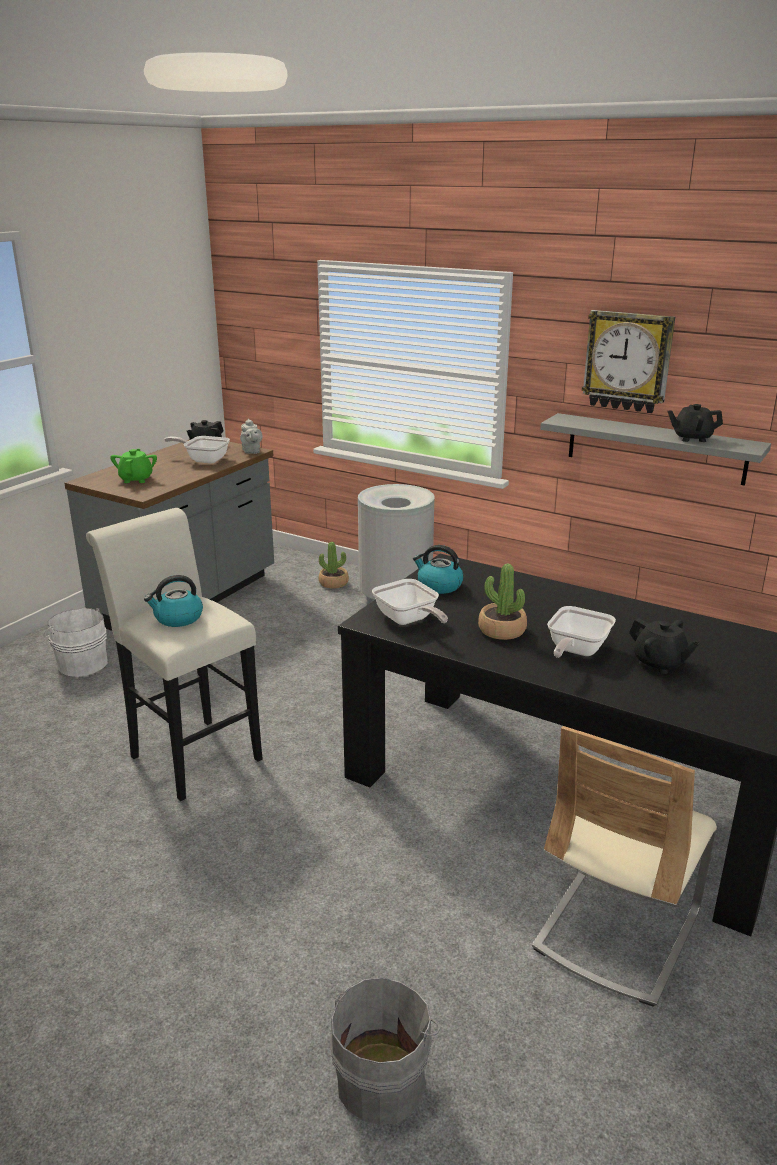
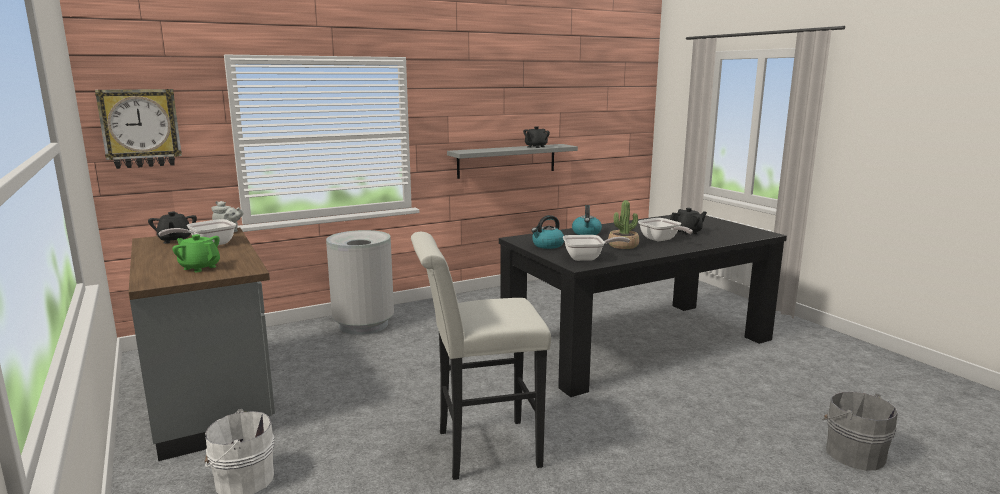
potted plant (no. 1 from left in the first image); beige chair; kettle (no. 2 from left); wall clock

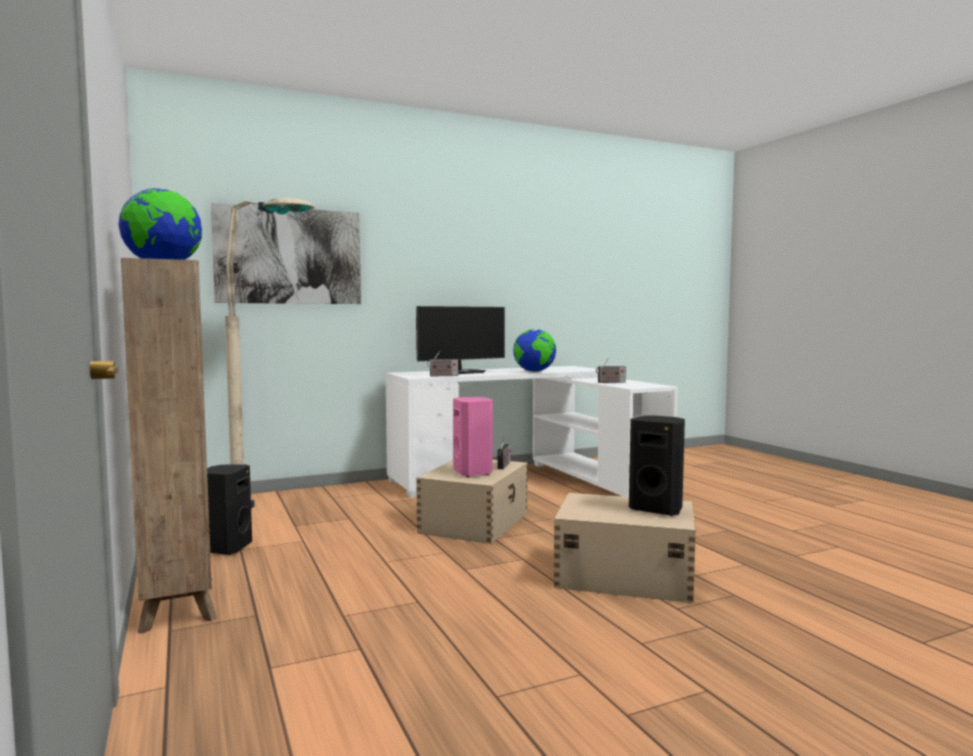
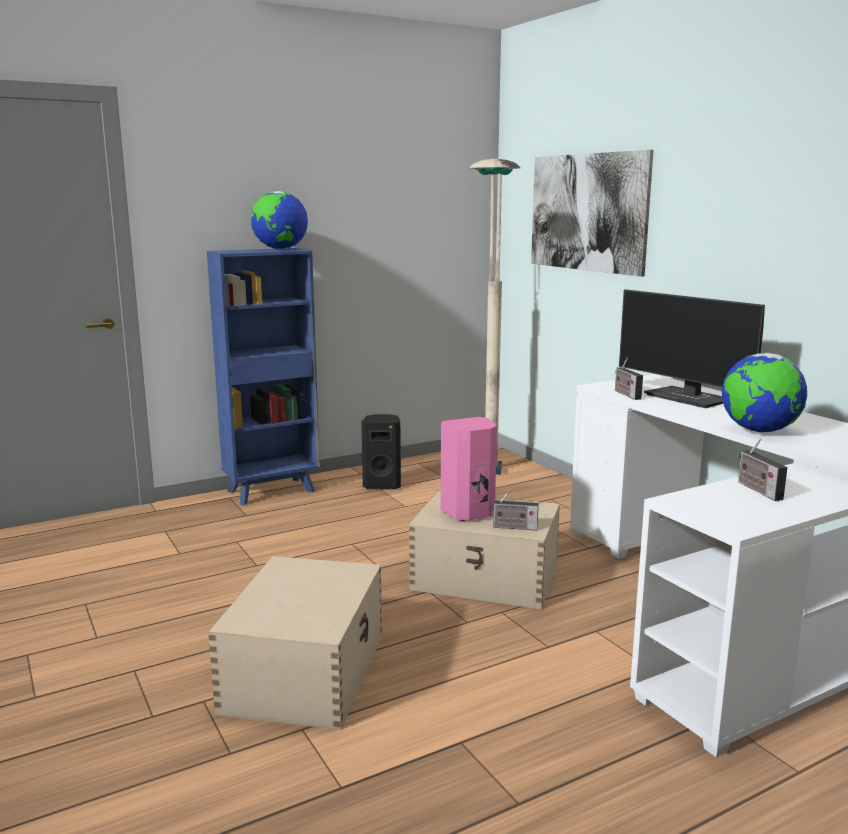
black speaker (no. 2 from left in the first image); blue bookcase

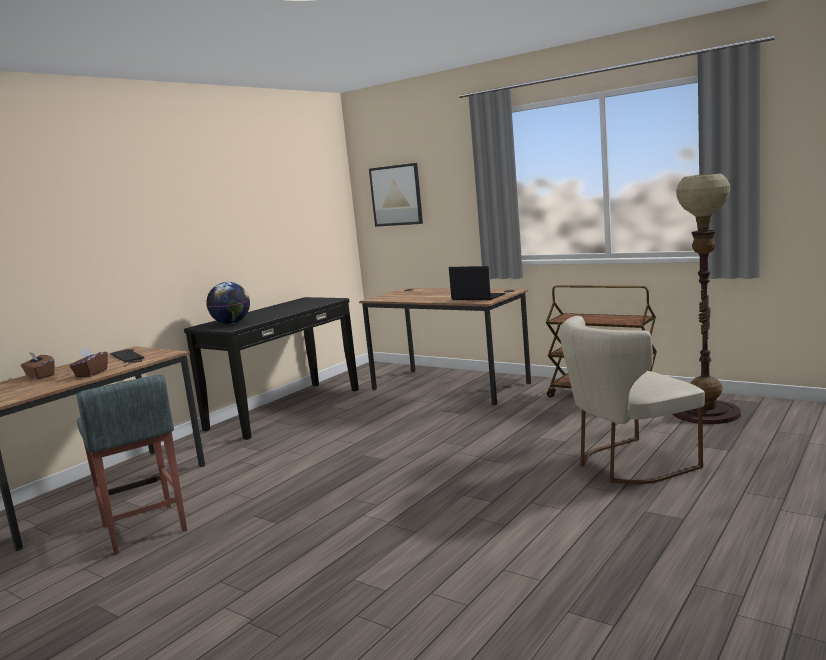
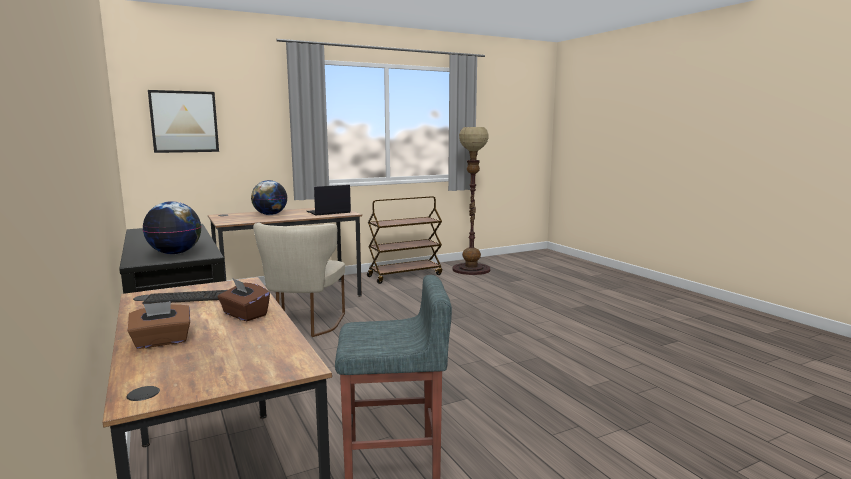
globe (no. 2 from left); beige chair

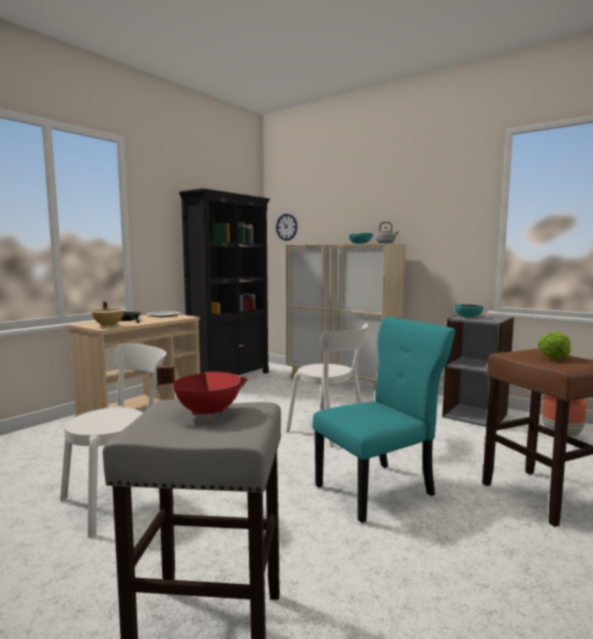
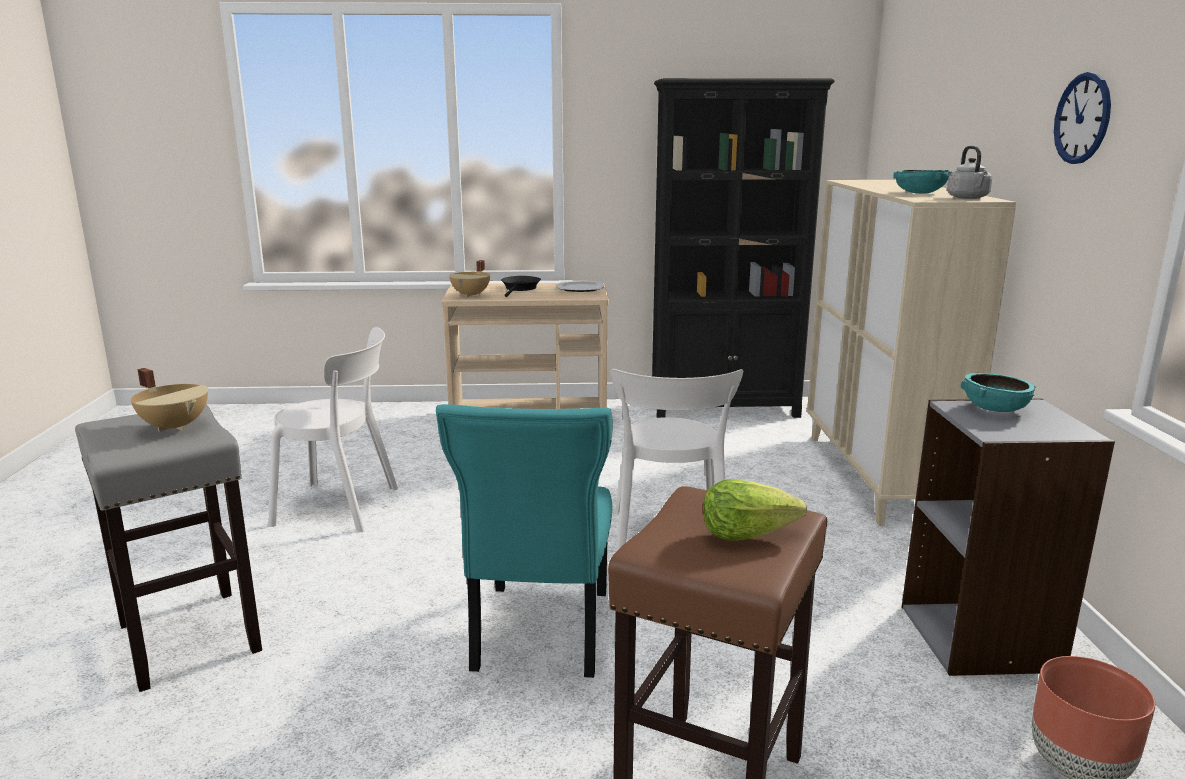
wall clock; beige cooking pot (no. 1 from left); turquoise chair

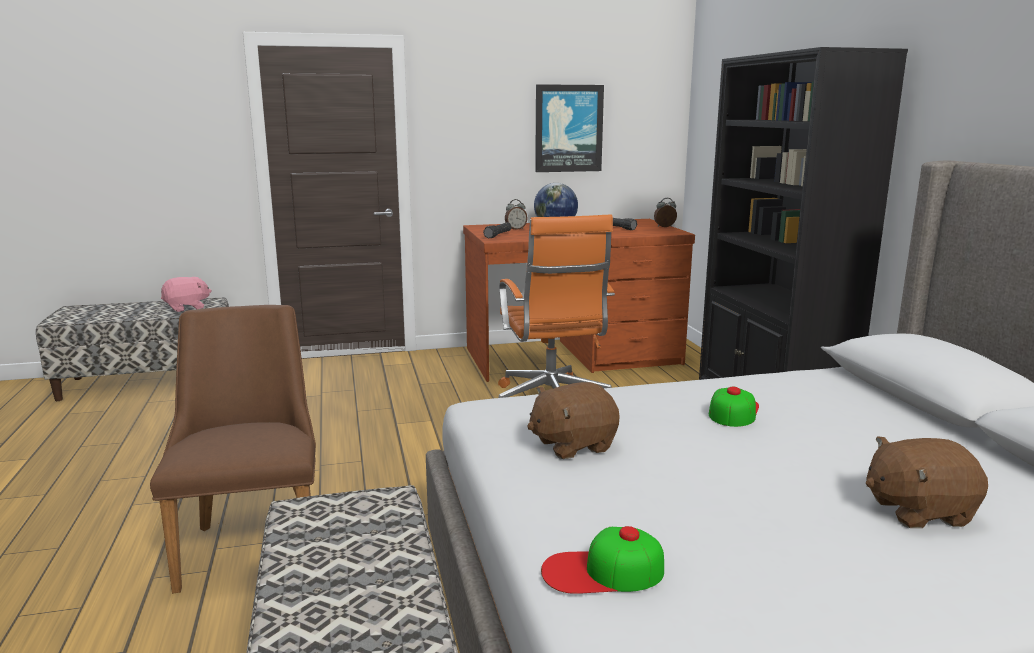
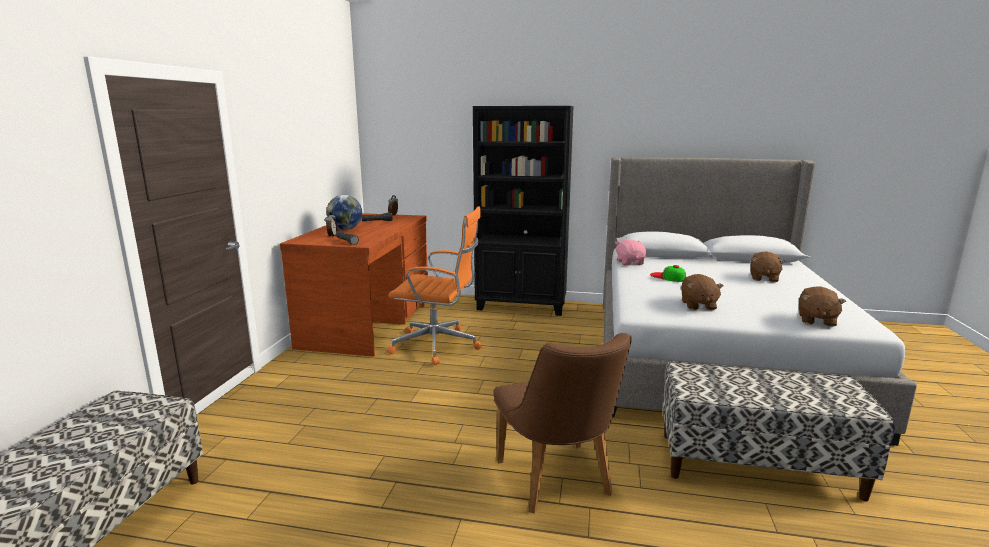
picture; pink plush toy; brown plush toy (no. 3 from left); brown chair

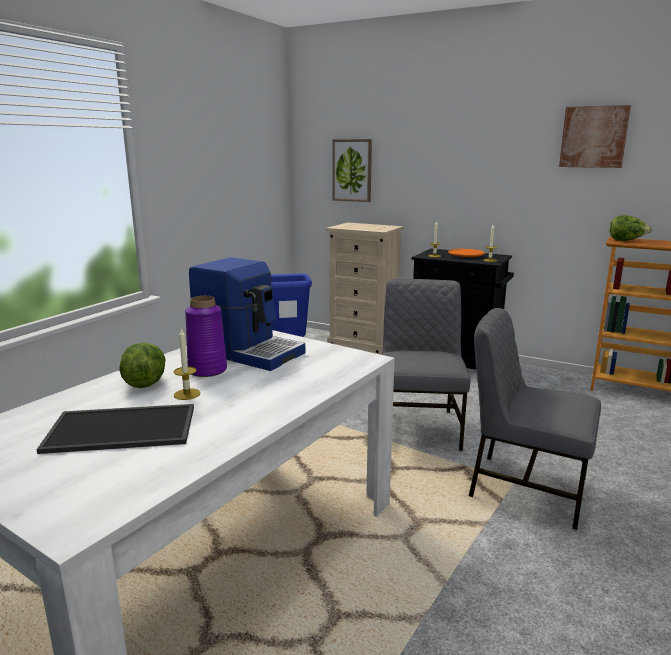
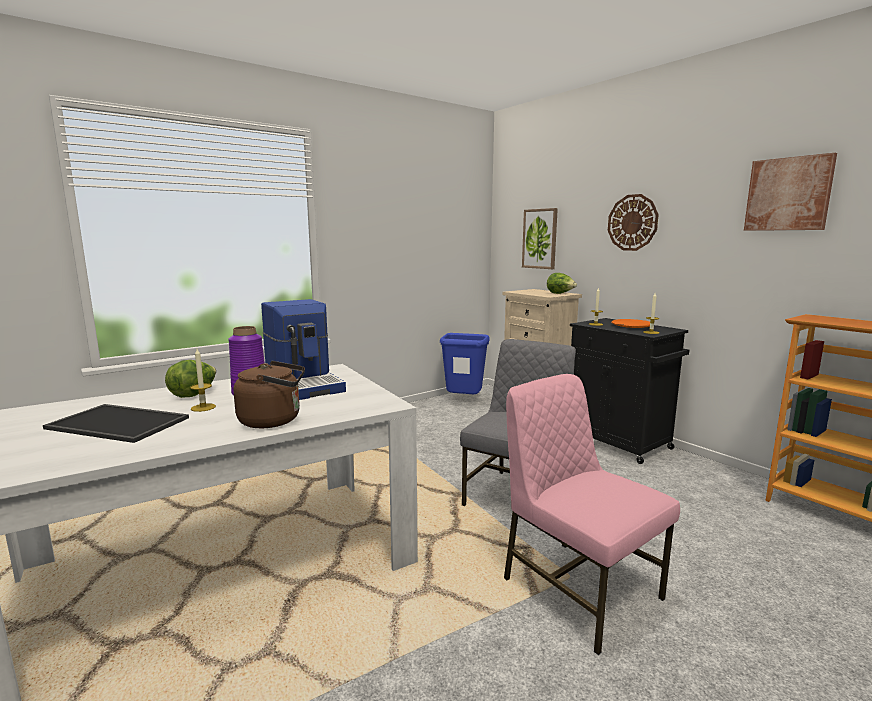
brown kettle; wall clock; lettuce (no. 2 from left); pink chair

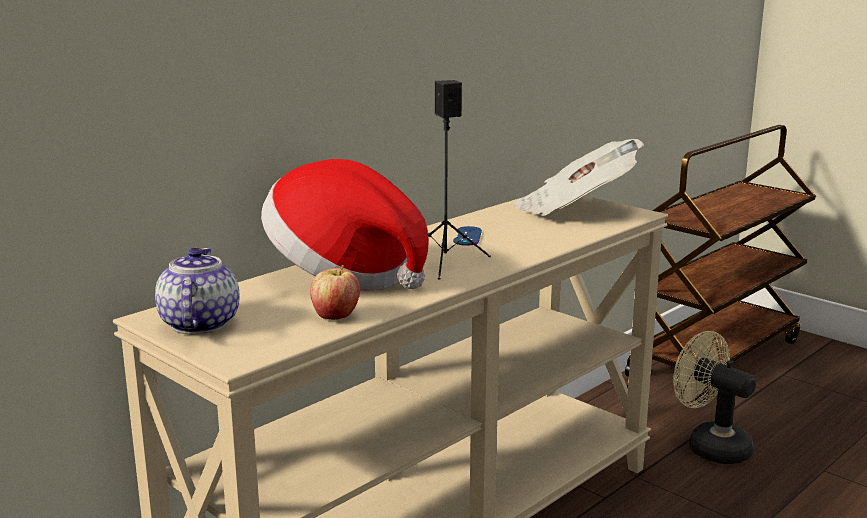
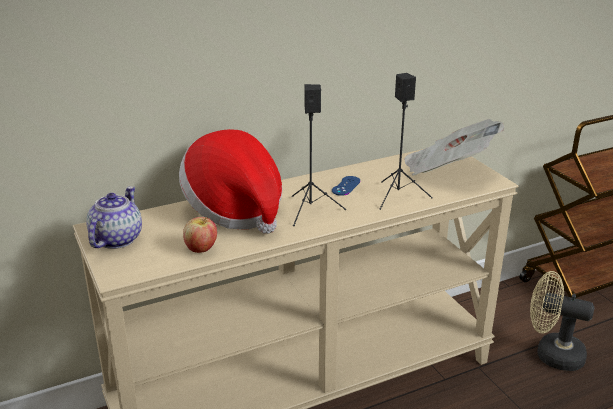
black speaker (no. 2 from left); beige fan

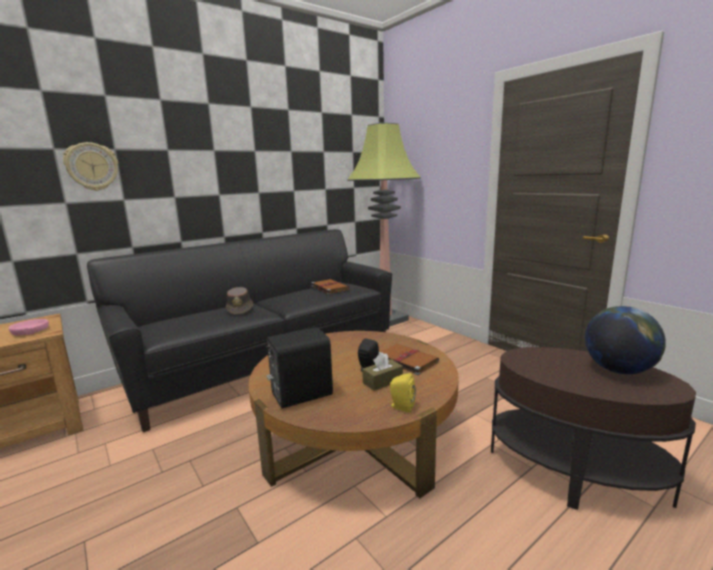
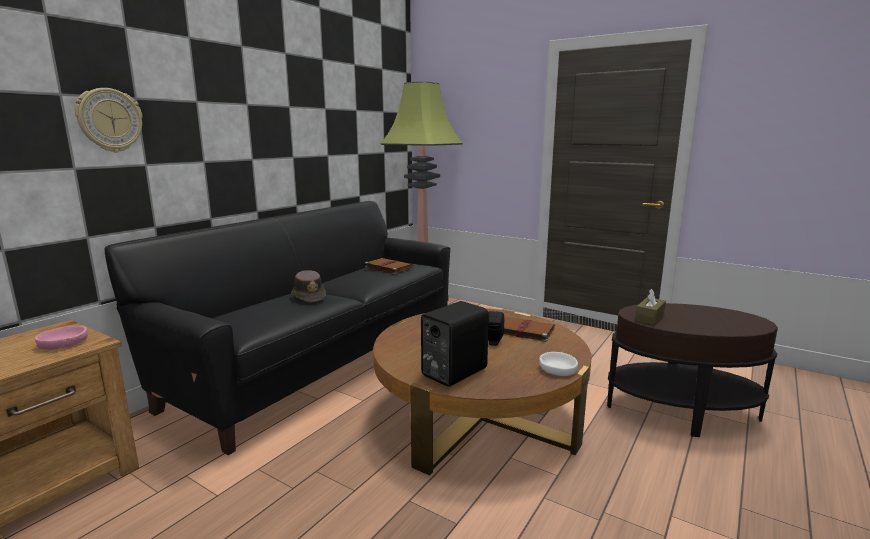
globe; brown tissue box; white bowl

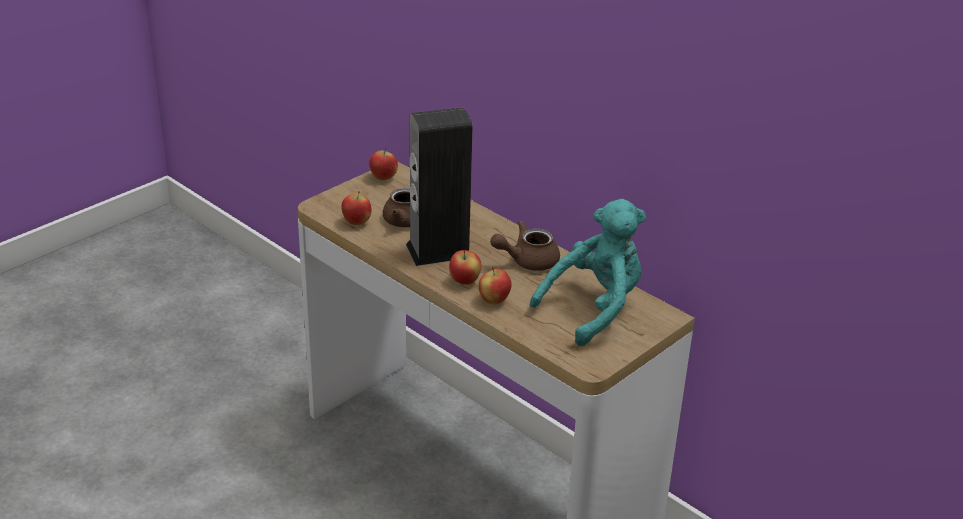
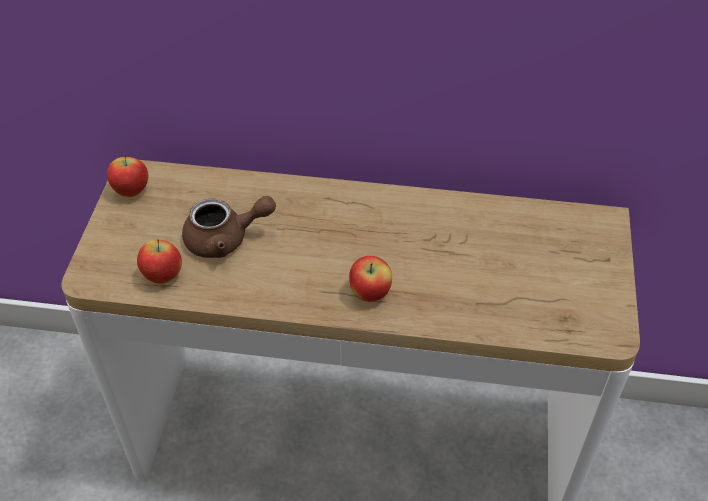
speaker; apple (no. 4 from left in the first image); brown teapot (no. 2 from left in the first image); turquoise plush toy

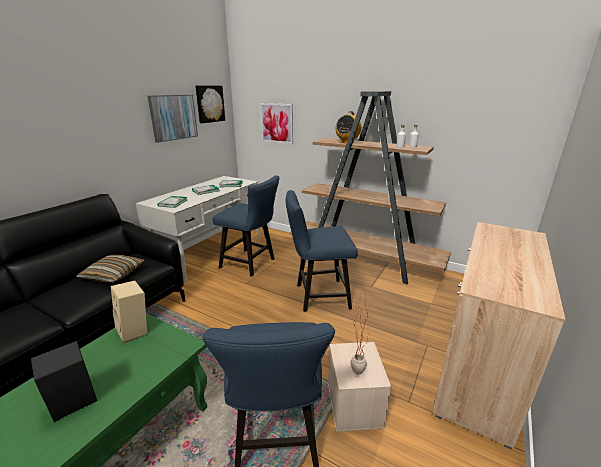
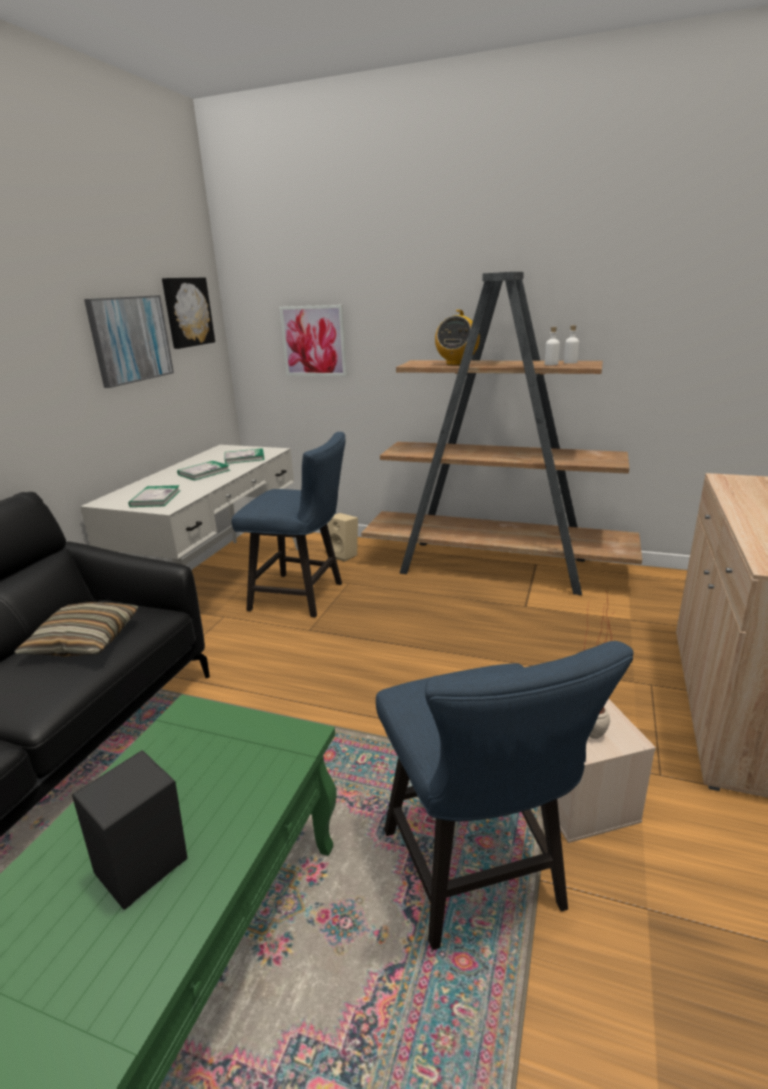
blue chair (no. 3 from left in the first image); beige speaker

